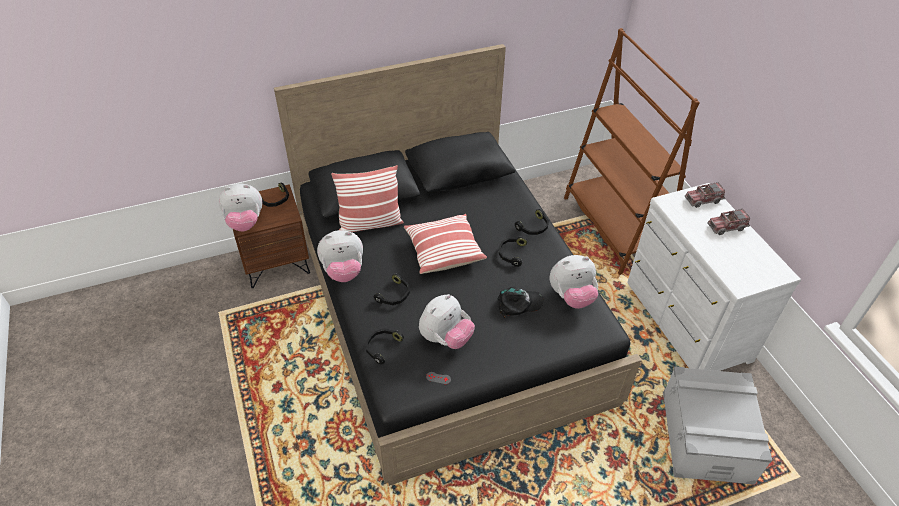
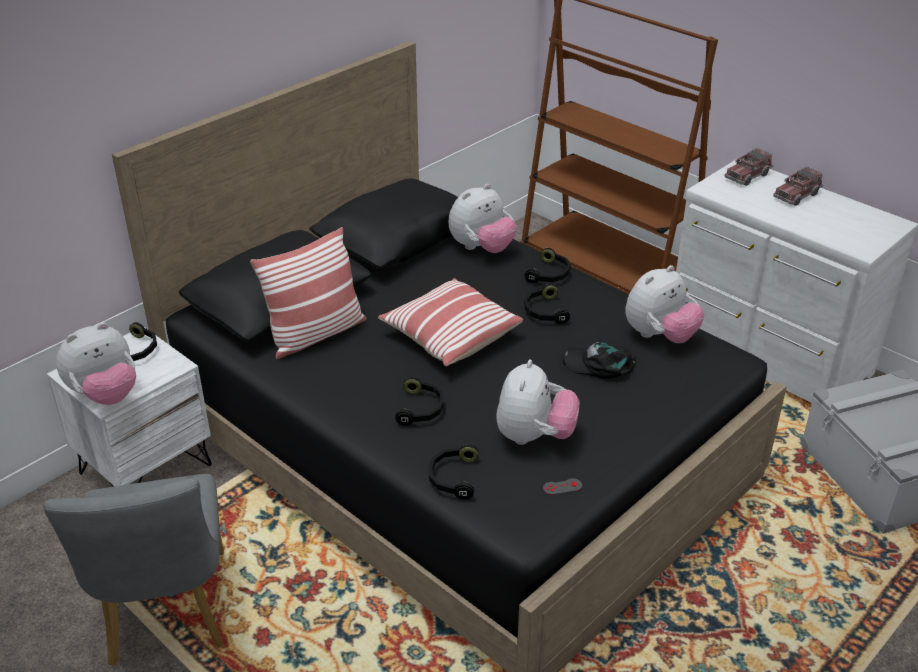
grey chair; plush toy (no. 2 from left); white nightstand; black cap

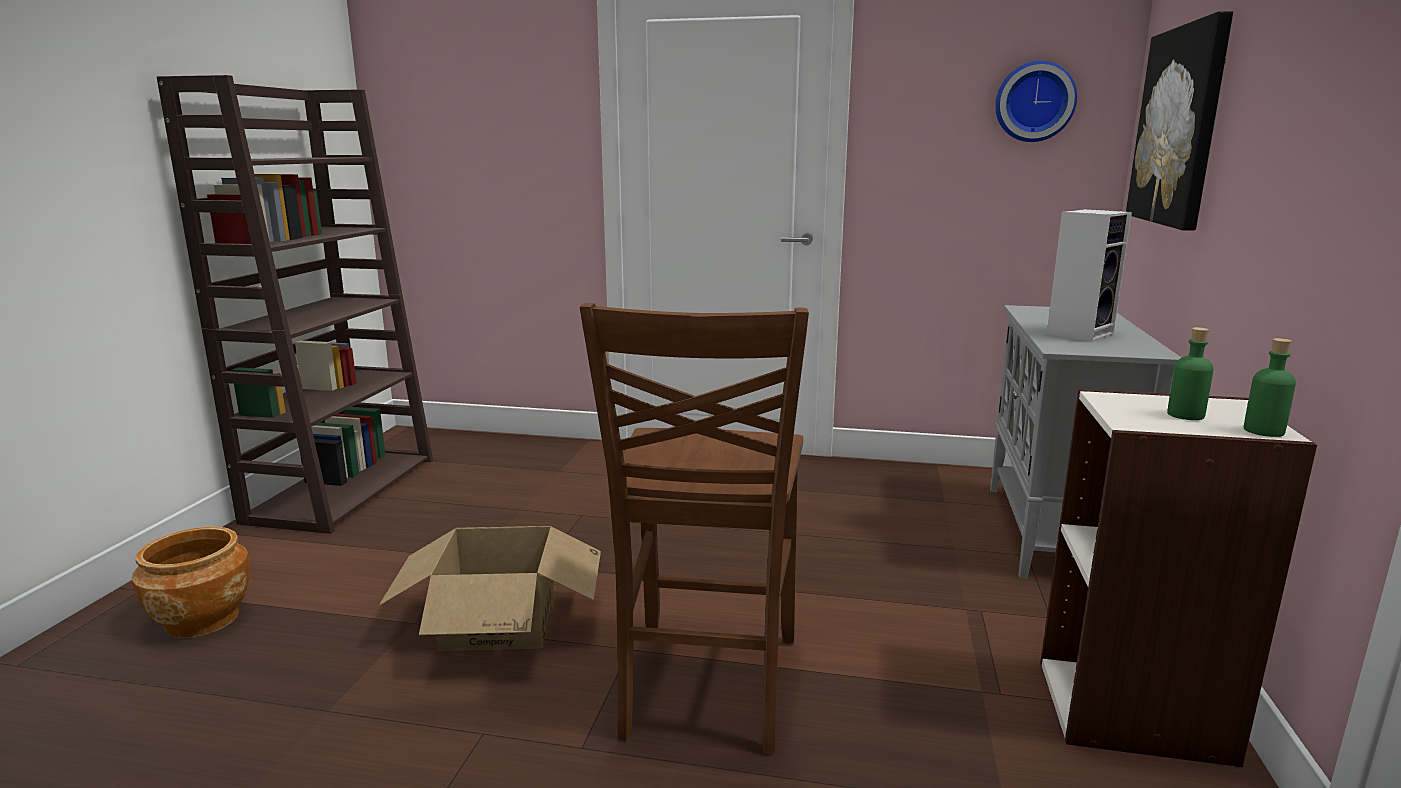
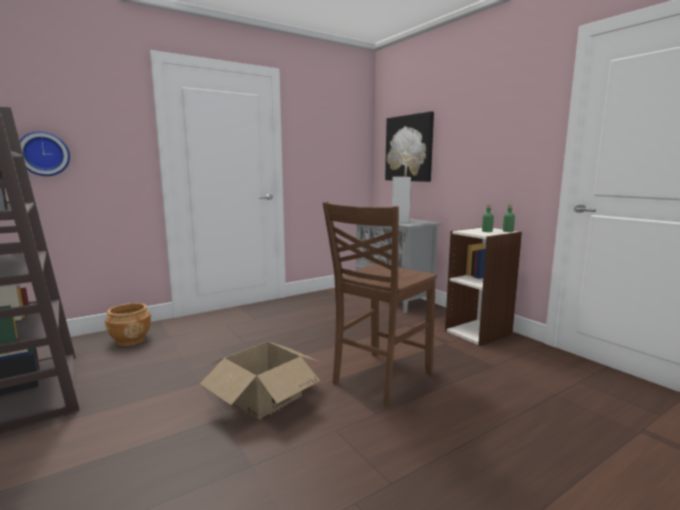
brown planter; wall clock; brown chair

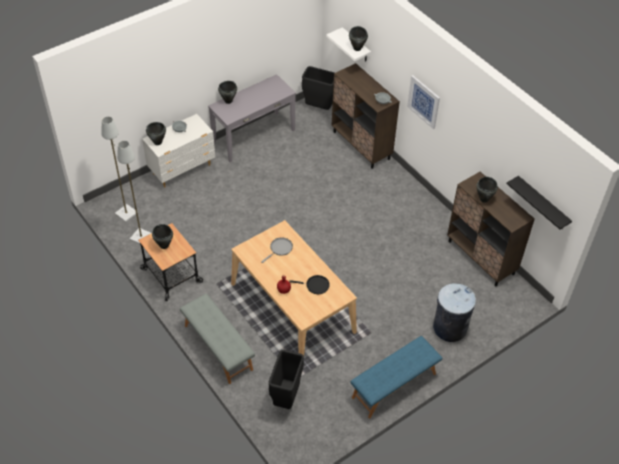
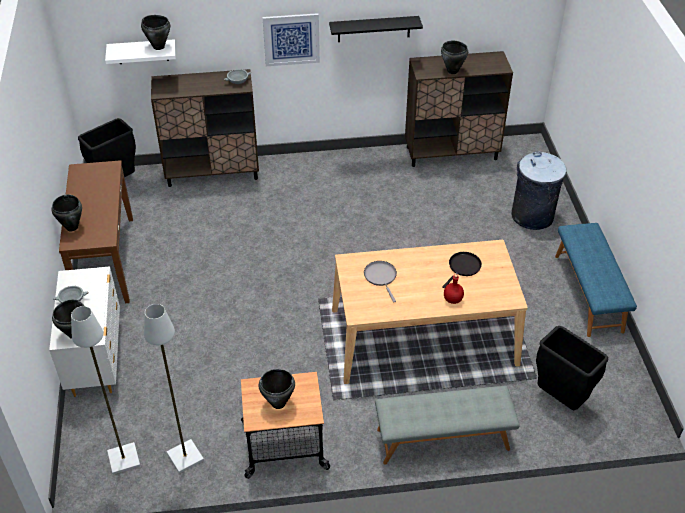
black shelf; brown console table

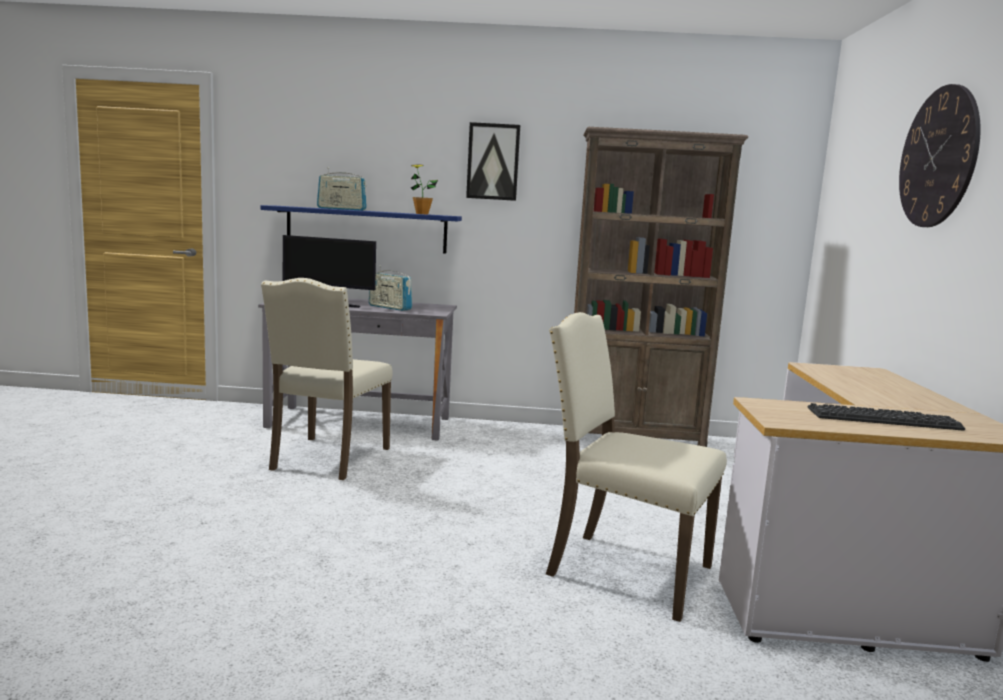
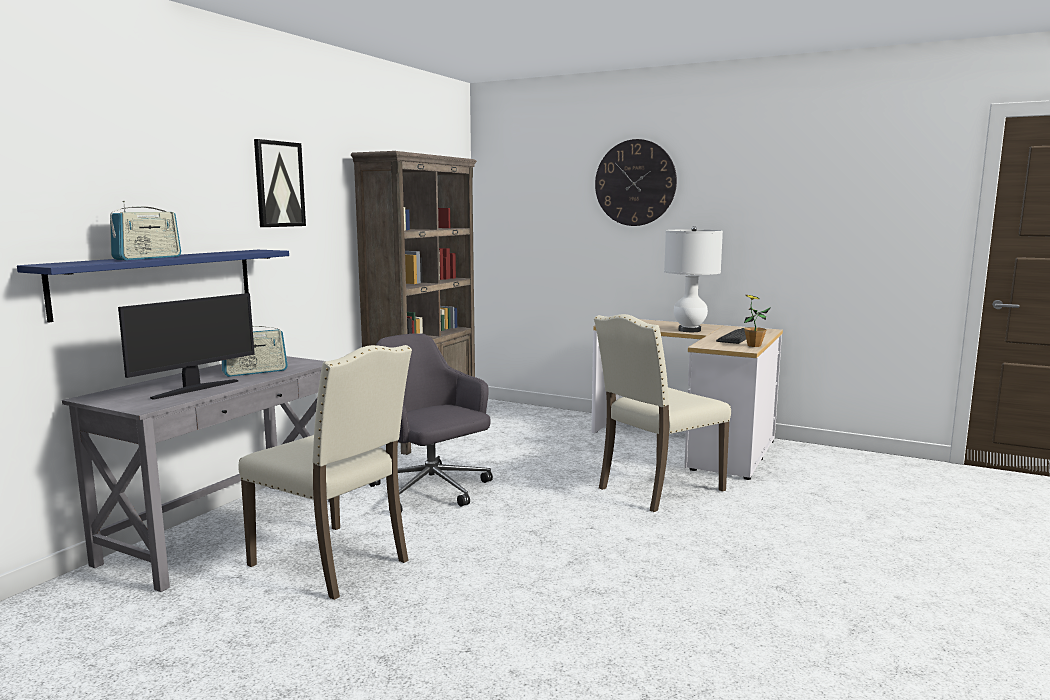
grey office chair; white table lamp; potted plant

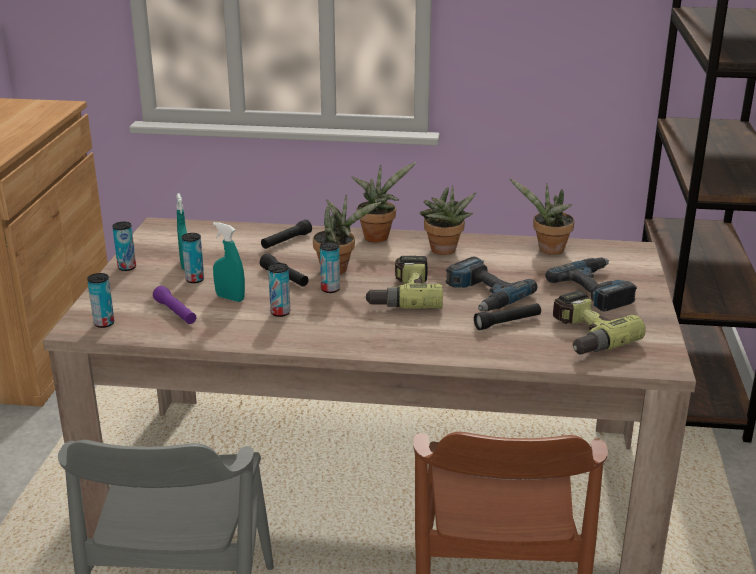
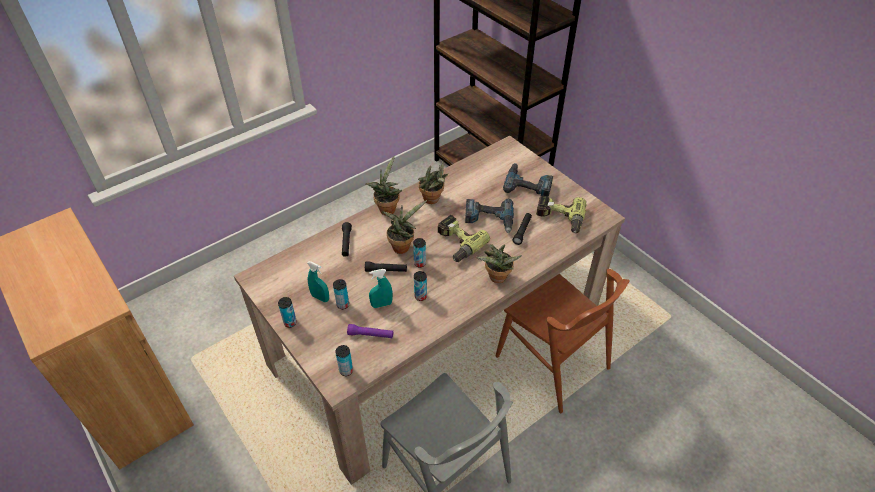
potted plant (no. 4 from left)

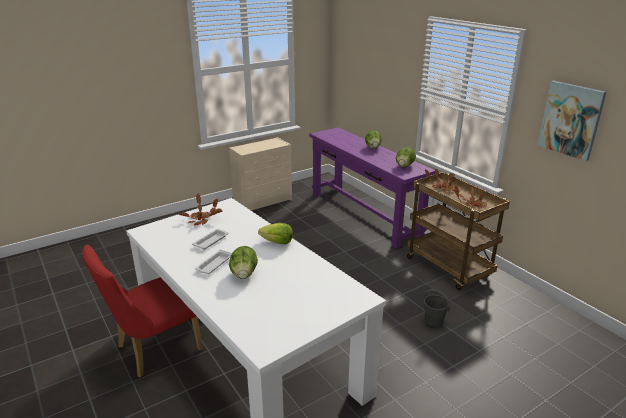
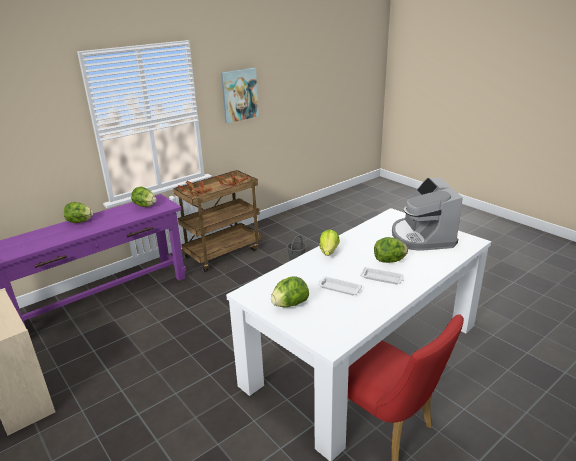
coffee machine; lettuce (no. 3 from left)

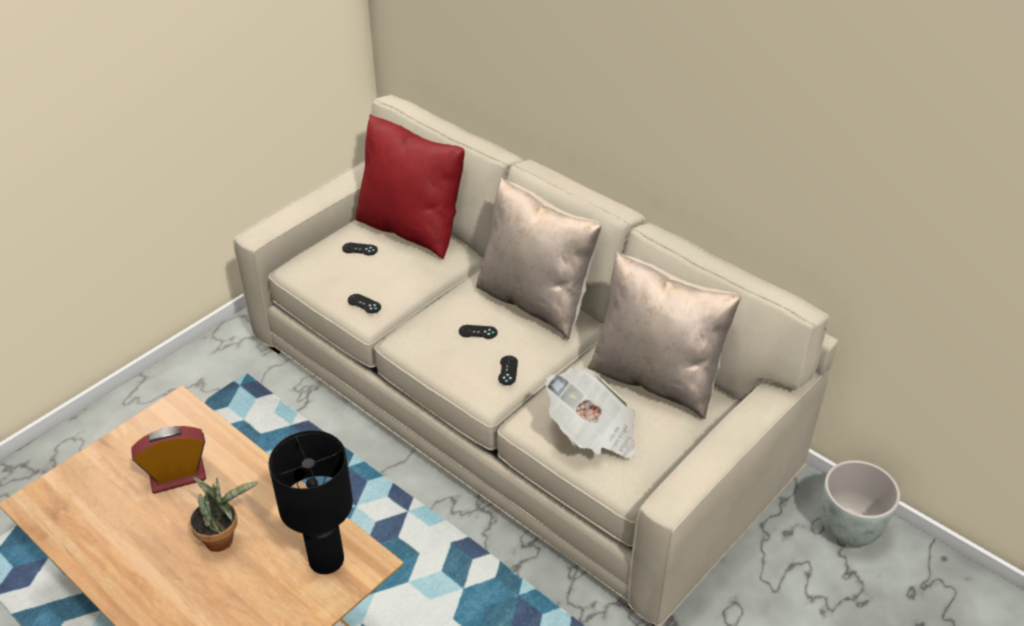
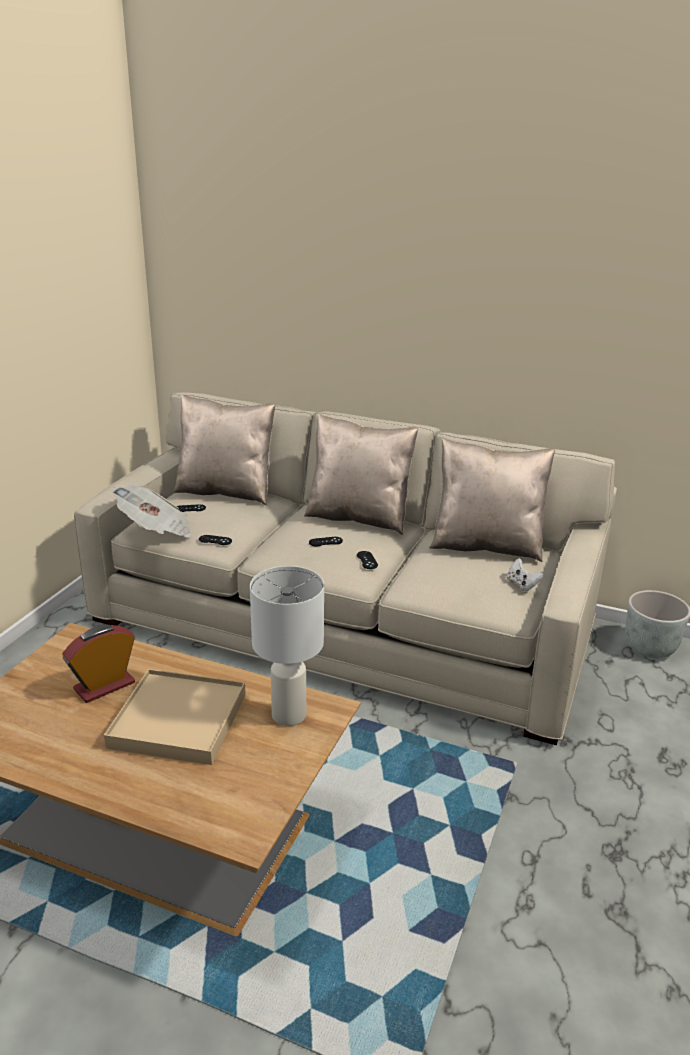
white game controller; newspaper; beige tray; white table lamp; beige pillow (no. 1 from left)

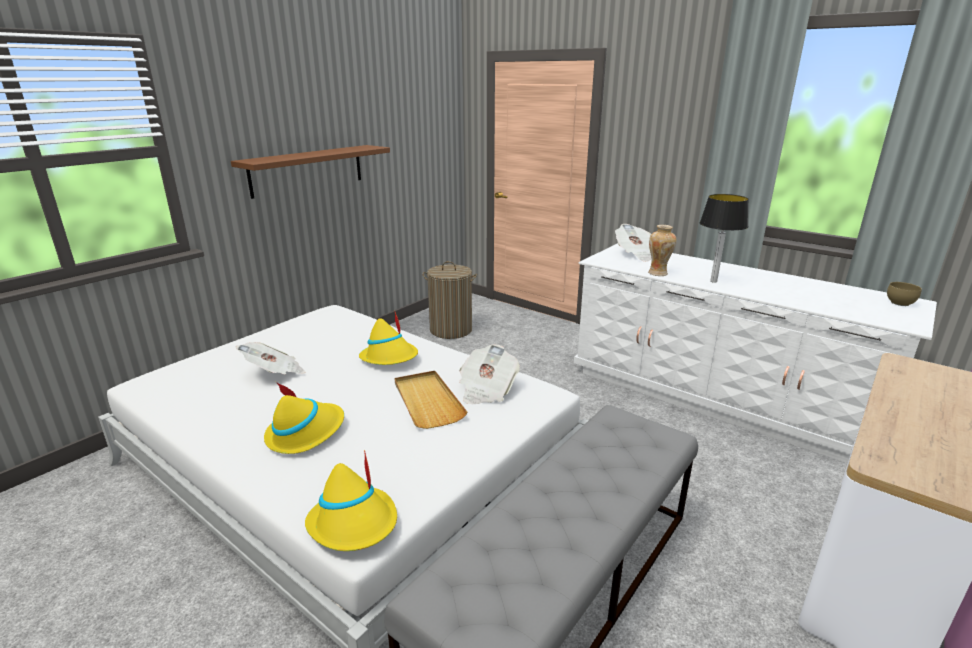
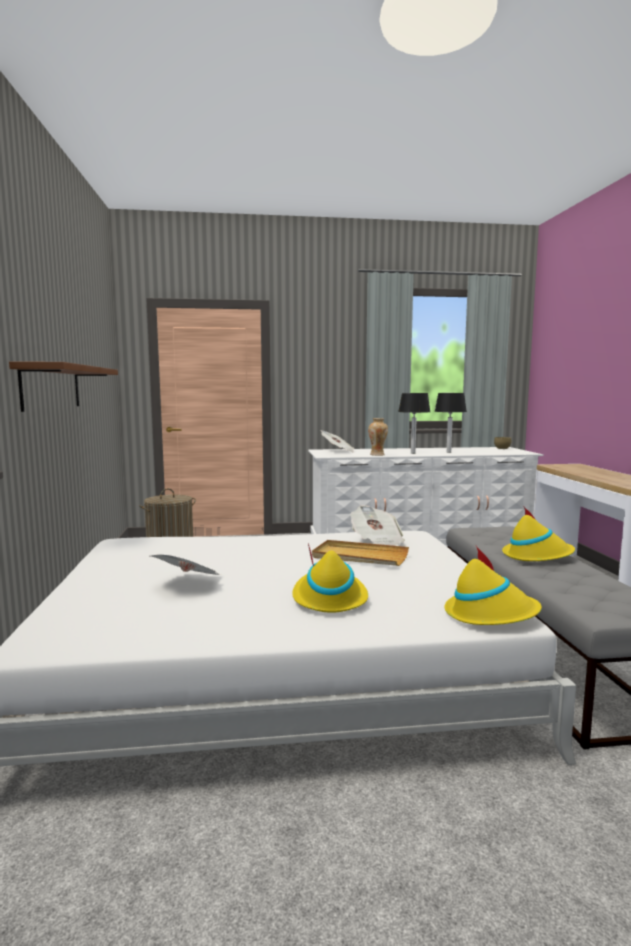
table lamp (no. 2 from left); yellow hat (no. 3 from left)

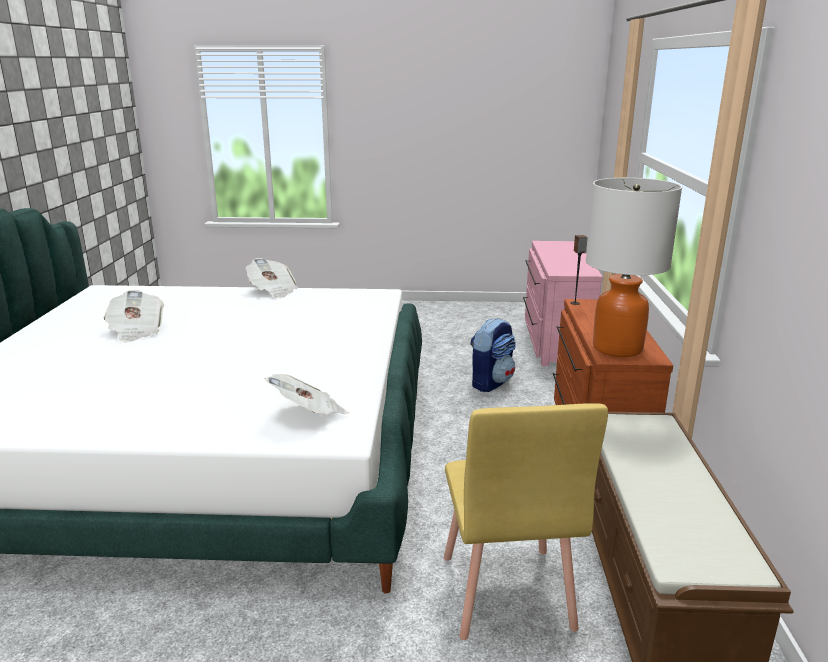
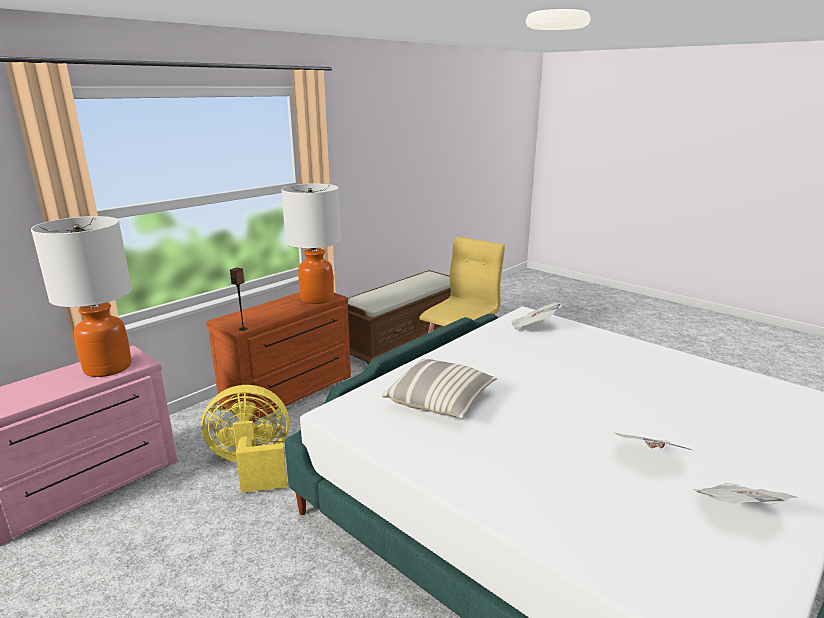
table lamp (no. 1 from left); pillow; newspaper (no. 3 from left); yellow fan

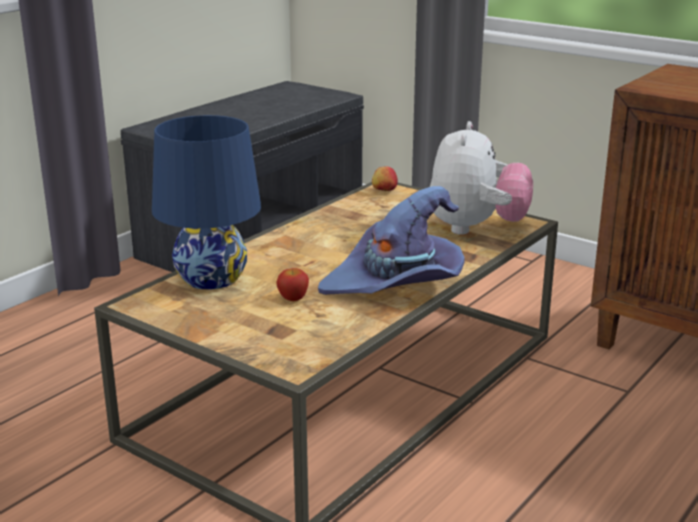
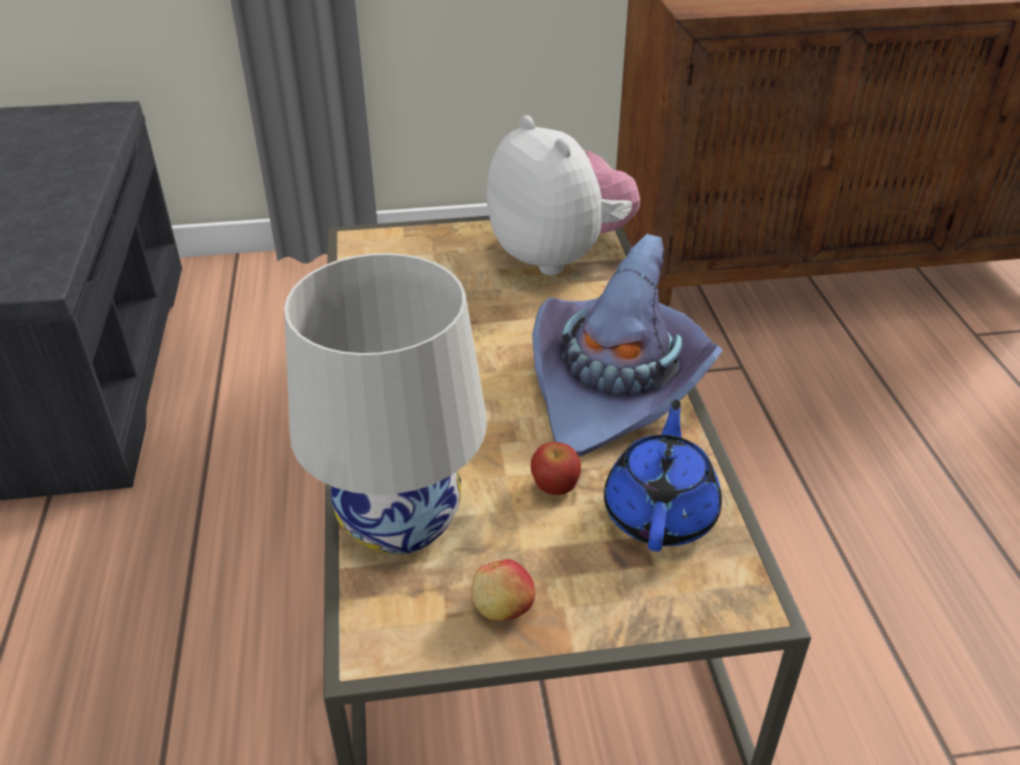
blue teapot; apple (no. 1 from left); white table lamp

